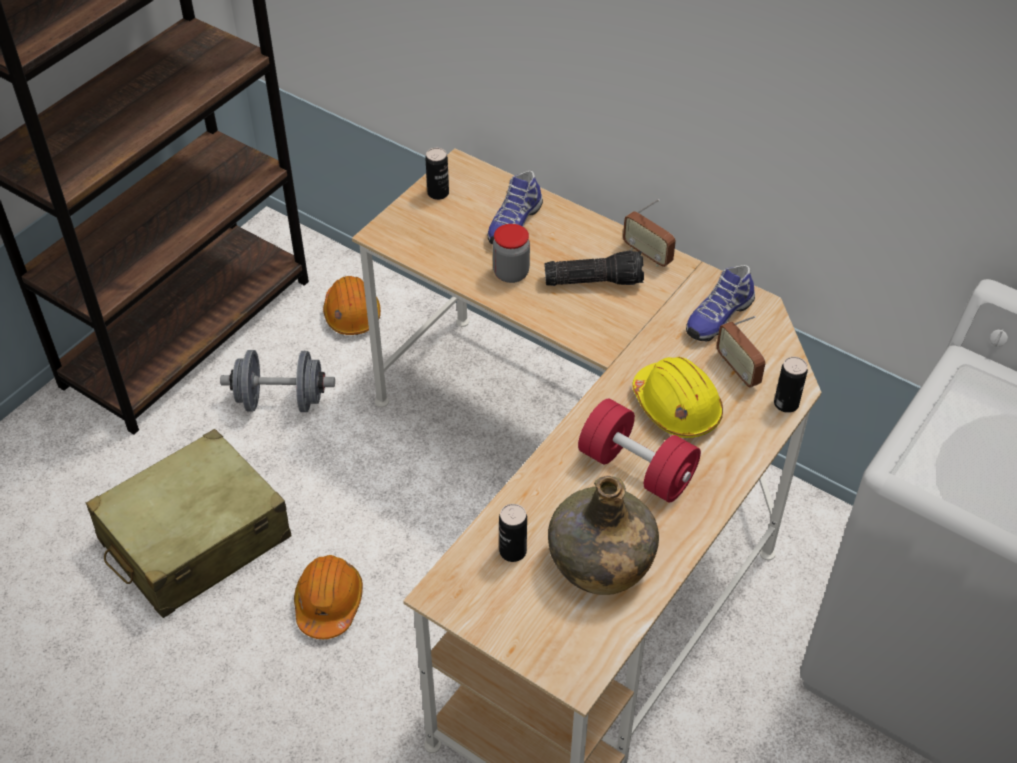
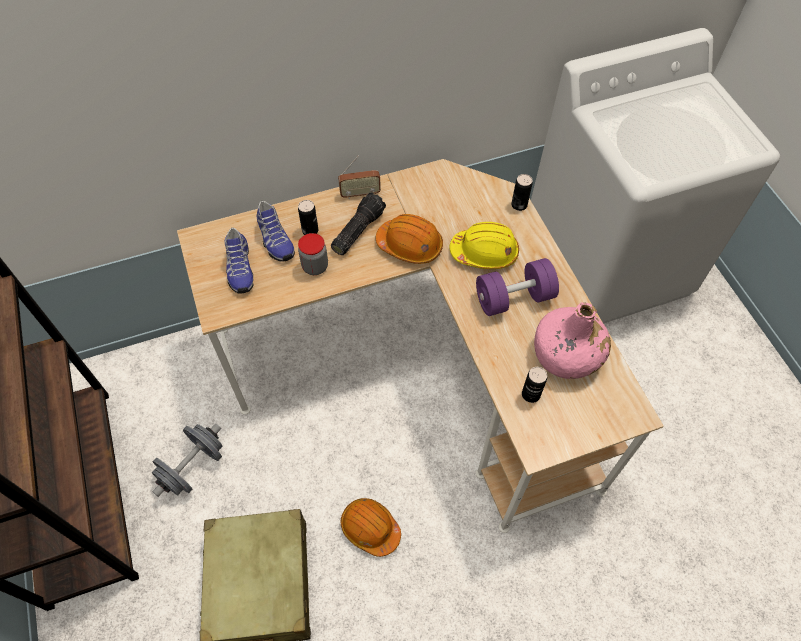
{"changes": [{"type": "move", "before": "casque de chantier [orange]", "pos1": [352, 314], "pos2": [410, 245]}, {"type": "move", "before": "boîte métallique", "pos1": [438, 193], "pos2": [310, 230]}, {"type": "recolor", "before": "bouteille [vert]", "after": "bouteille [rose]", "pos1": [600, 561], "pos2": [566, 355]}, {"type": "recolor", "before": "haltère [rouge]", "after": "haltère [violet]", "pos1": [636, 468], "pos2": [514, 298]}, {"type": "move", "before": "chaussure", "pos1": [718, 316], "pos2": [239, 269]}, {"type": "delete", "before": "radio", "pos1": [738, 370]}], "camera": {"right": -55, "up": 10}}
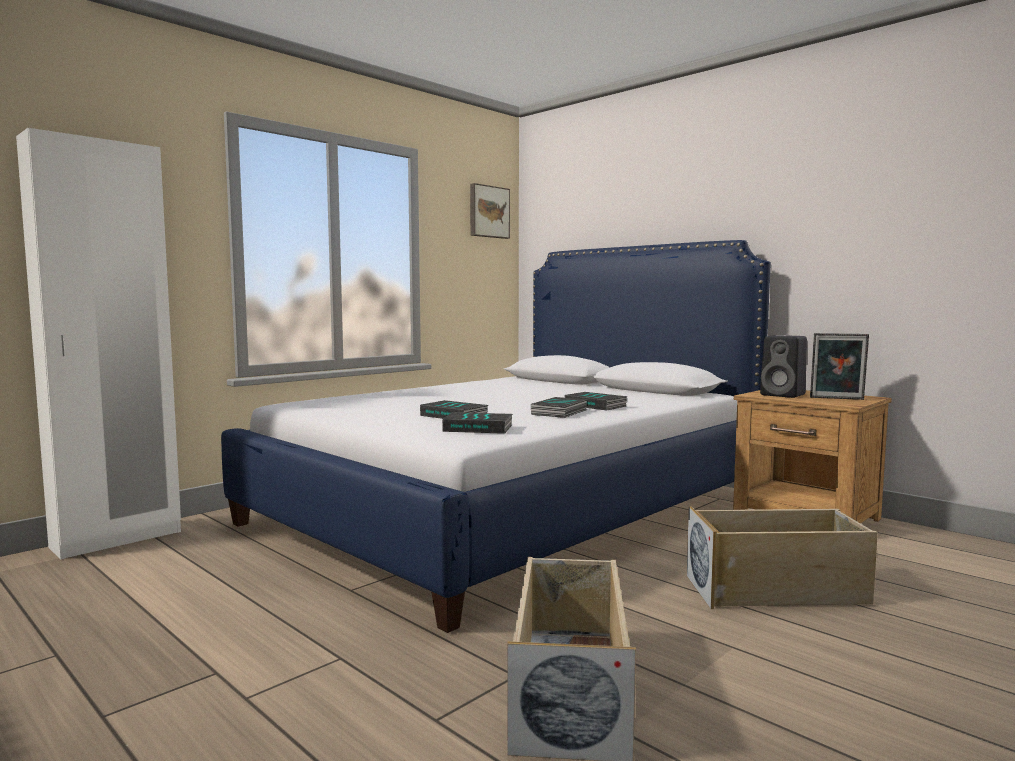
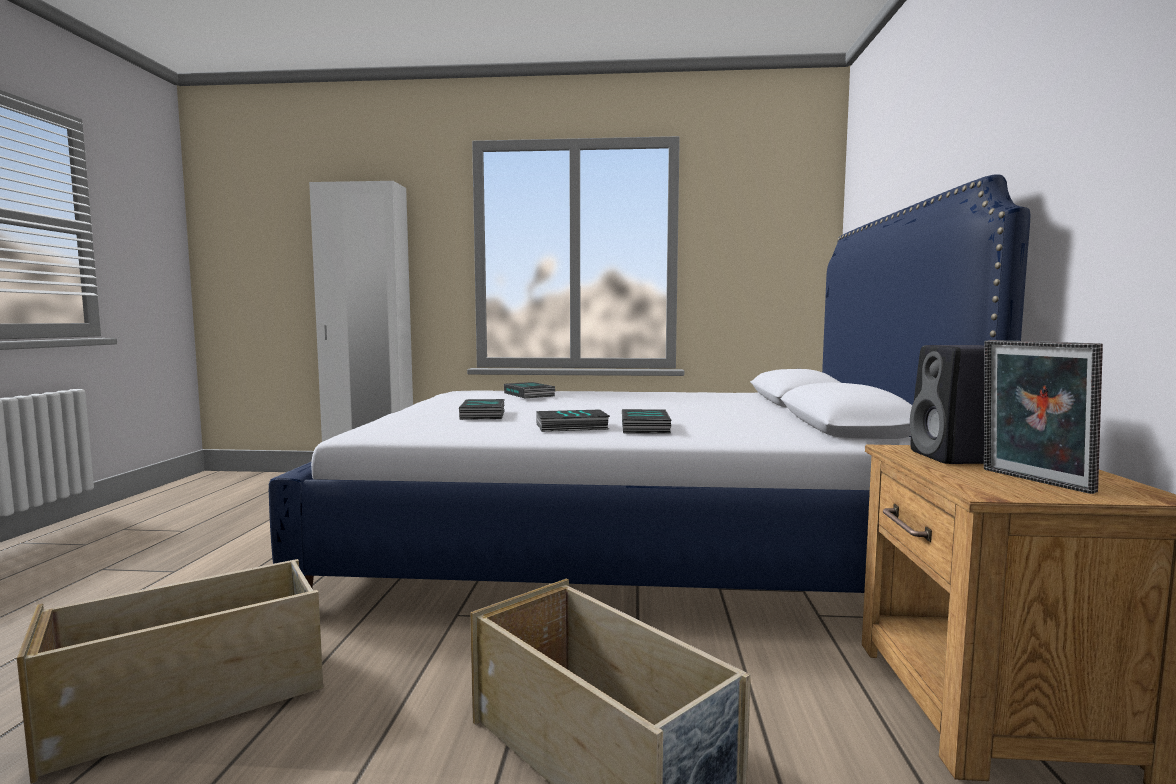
{"changes": [{"type": "move", "before": "livre", "pos1": [479, 428], "pos2": [530, 394]}, {"type": "delete", "before": "tableau", "pos1": [488, 212]}], "camera": {"right": 50, "up": 0}}
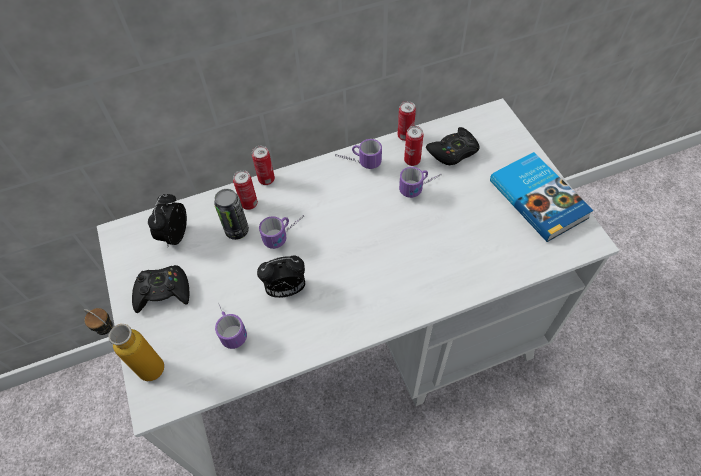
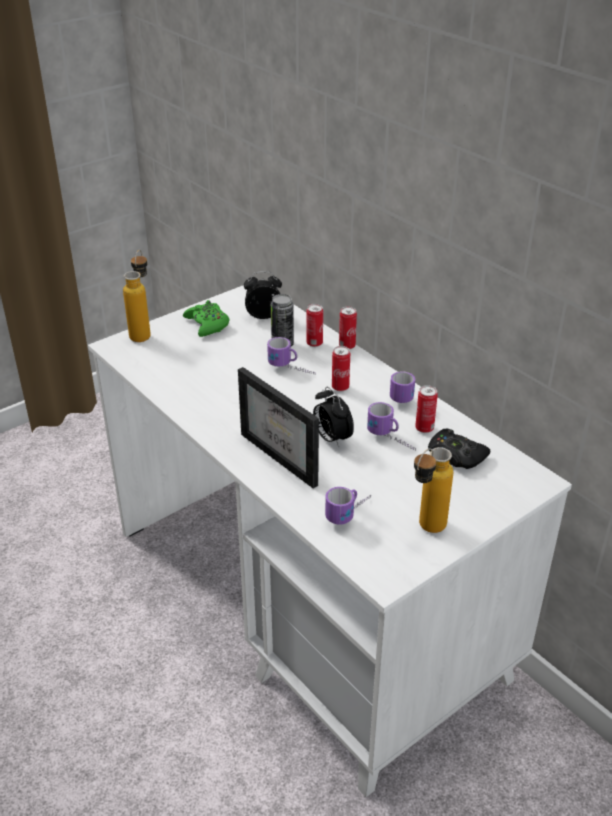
{"changes": [{"type": "recolor", "before": "manette [noir]", "after": "manette [vert]", "pos1": [163, 292], "pos2": [207, 324]}, {"type": "move", "before": "mug", "pos1": [229, 326], "pos2": [350, 513]}, {"type": "move", "before": "réveil", "pos1": [286, 289], "pos2": [331, 438]}, {"type": "move", "before": "boîte métallique", "pos1": [405, 136], "pos2": [340, 387]}, {"type": "replace", "before": "livre", "after": "bouteille", "pos1": [539, 198], "pos2": [425, 530]}, {"type": "insert", "after": "cadre photo", "pos2": [288, 455]}], "camera": {"right": 70, "up": -20}}
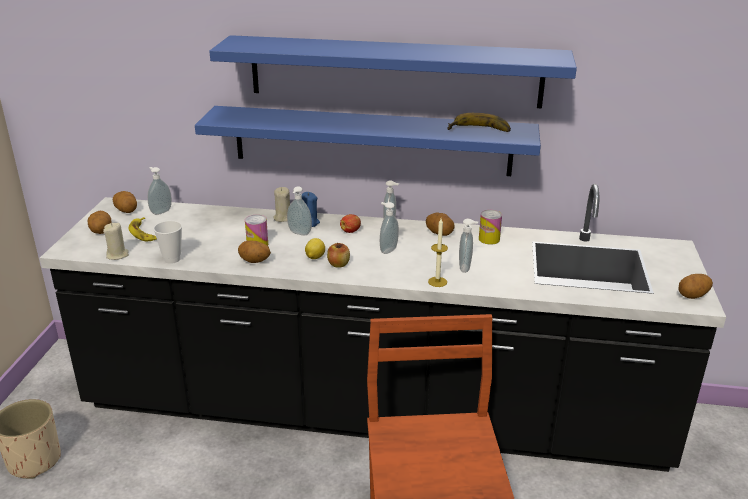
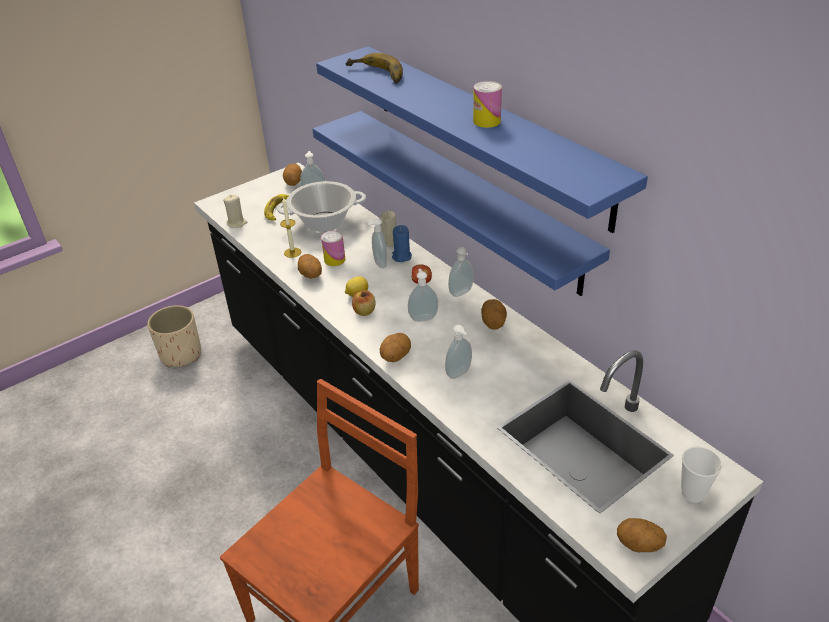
{"changes": [{"type": "move", "before": "pomme de terre", "pos1": [101, 232], "pos2": [395, 357]}, {"type": "move", "before": "tasse", "pos1": [172, 259], "pos2": [692, 493]}, {"type": "move", "before": "bougie", "pos1": [437, 282], "pos2": [292, 252]}, {"type": "move", "before": "banane", "pos1": [479, 131], "pos2": [375, 75]}, {"type": "move", "before": "boîte métallique", "pos1": [489, 239], "pos2": [487, 121]}, {"type": "insert", "after": "marmite", "pos2": [324, 222]}], "camera": {"right": 45, "up": 10}}
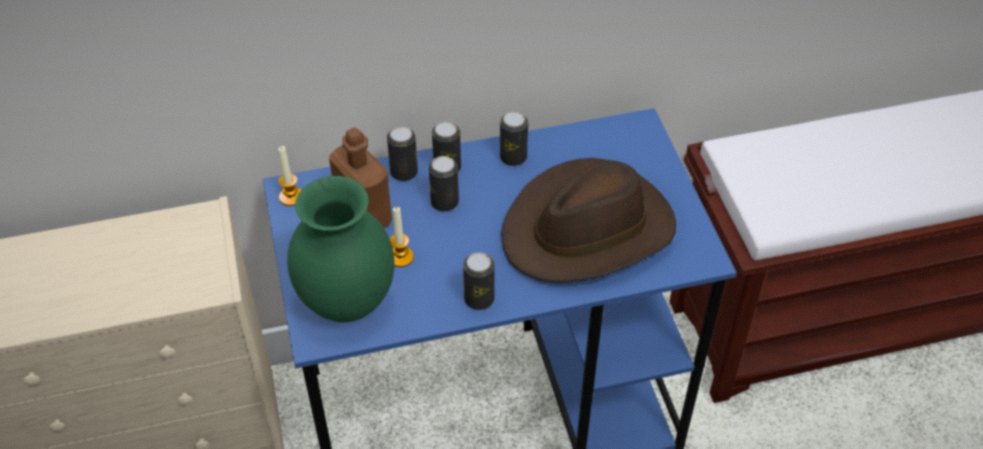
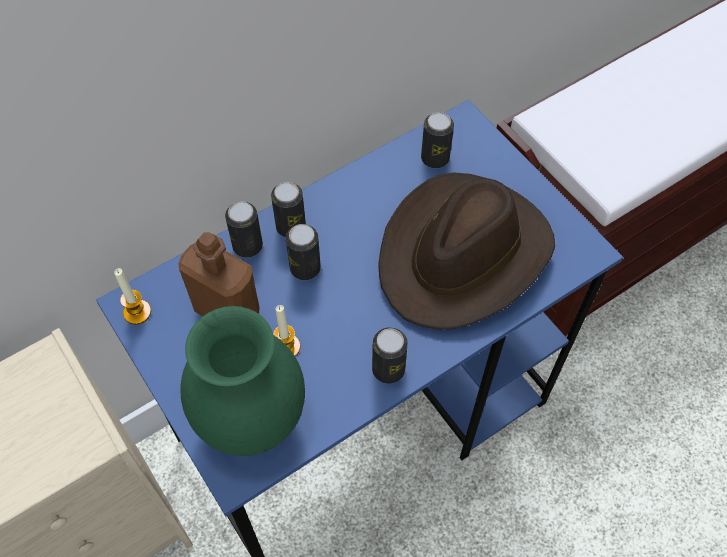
{"changes": [{"type": "move", "before": "boîte métallique", "pos1": [513, 157], "pos2": [435, 158]}], "camera": {"right": -20, "up": 10}}
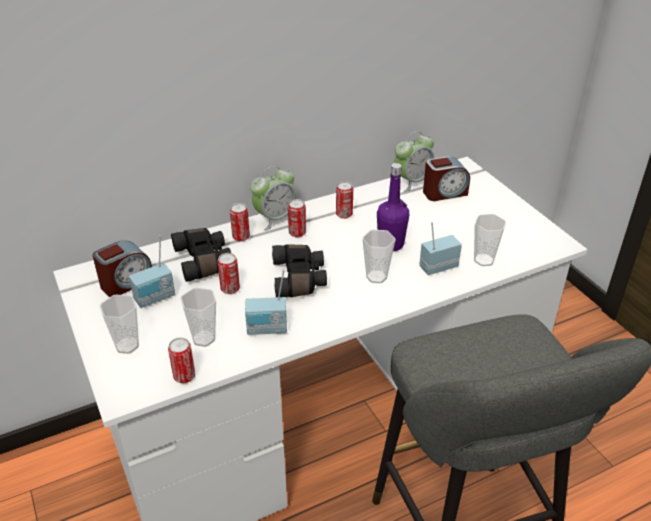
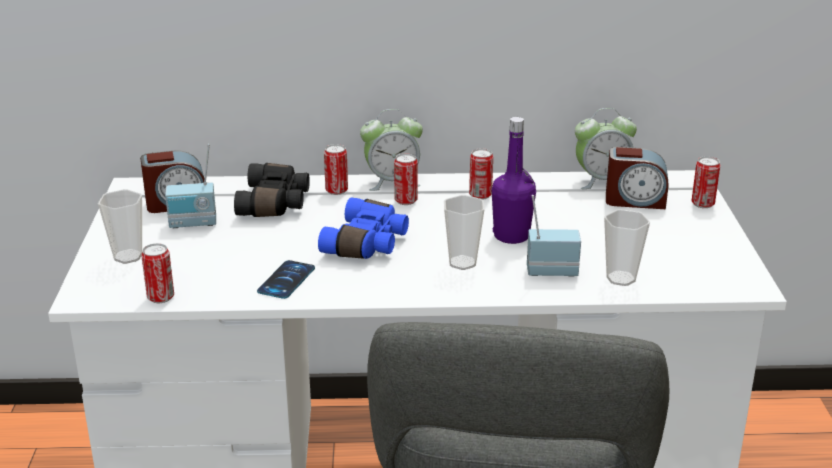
{"changes": [{"type": "delete", "before": "tasse", "pos1": [203, 338]}, {"type": "move", "before": "boîte métallique", "pos1": [230, 289], "pos2": [702, 204]}, {"type": "replace", "before": "radio", "after": "téléphone", "pos1": [267, 330], "pos2": [286, 280]}, {"type": "recolor", "before": "jumelles [noir]", "after": "jumelles [bleu]", "pos1": [300, 279], "pos2": [368, 243]}], "camera": {"right": 25, "up": -10}}
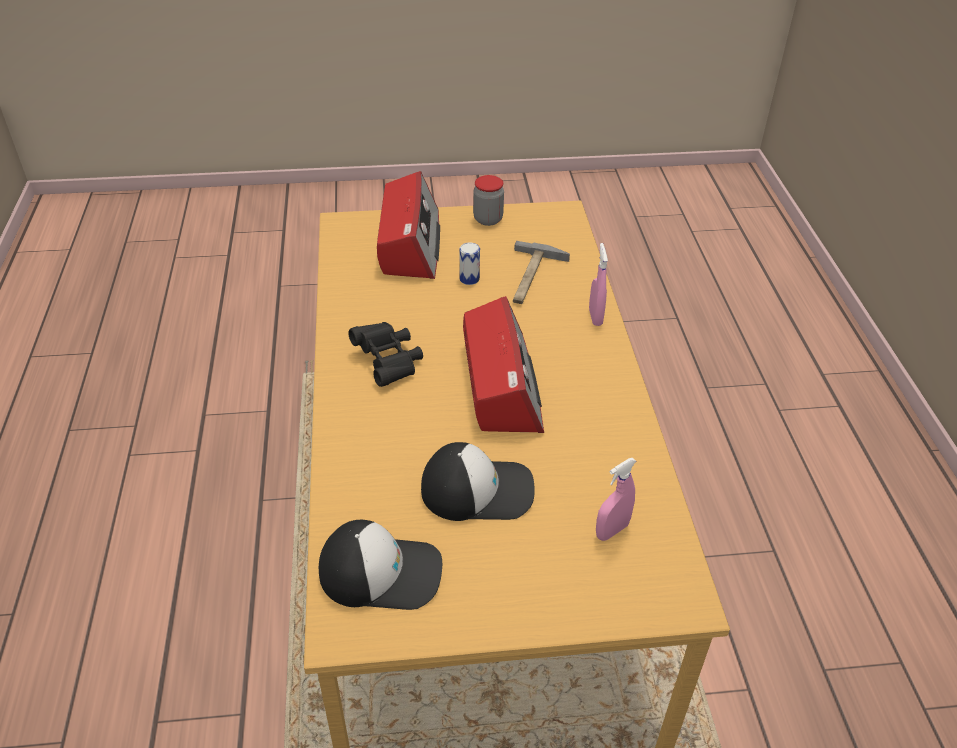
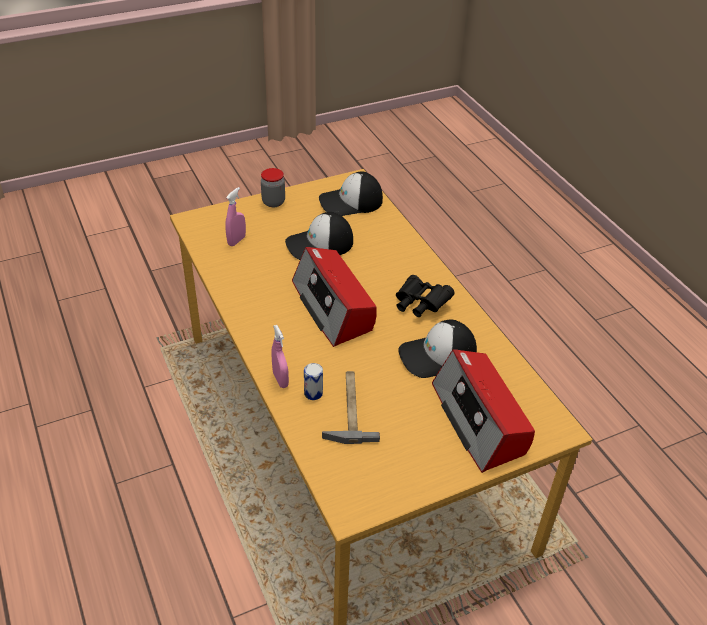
{"changes": [{"type": "move", "before": "boîte métallique", "pos1": [469, 279], "pos2": [313, 393]}, {"type": "move", "before": "bocal", "pos1": [488, 219], "pos2": [273, 202]}, {"type": "insert", "after": "casquette", "pos2": [437, 356]}], "camera": {"right": 160, "up": 0}}
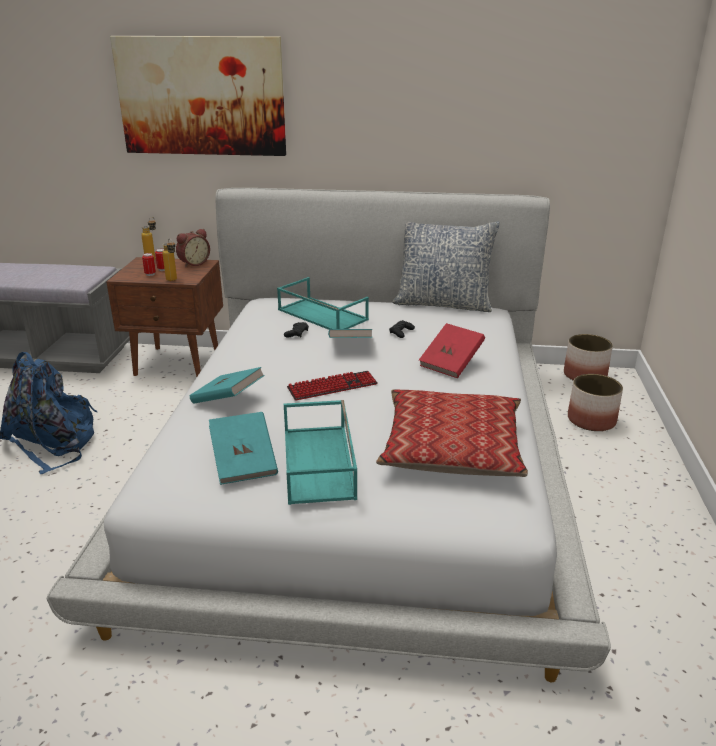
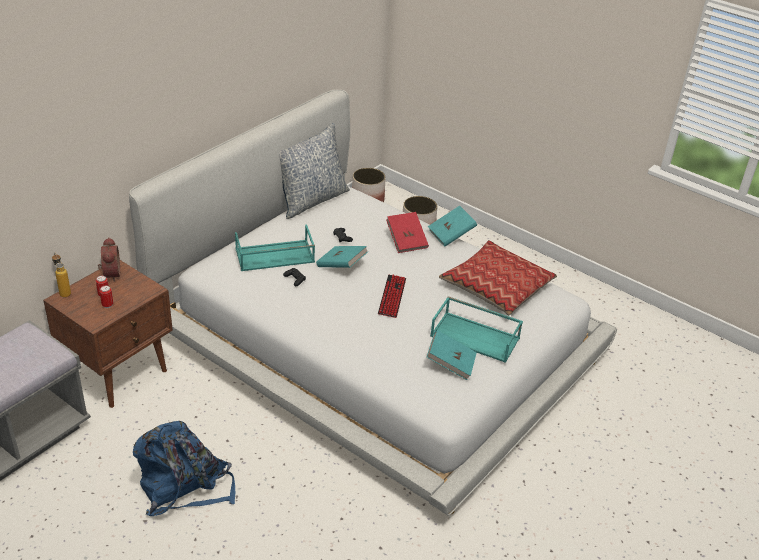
{"changes": [{"type": "delete", "before": "tableau", "pos1": [201, 96]}, {"type": "delete", "before": "bouteille", "pos1": [173, 280]}, {"type": "move", "before": "livre [turquoise]", "pos1": [228, 400], "pos2": [451, 235]}], "camera": {"right": -60, "up": 10}}
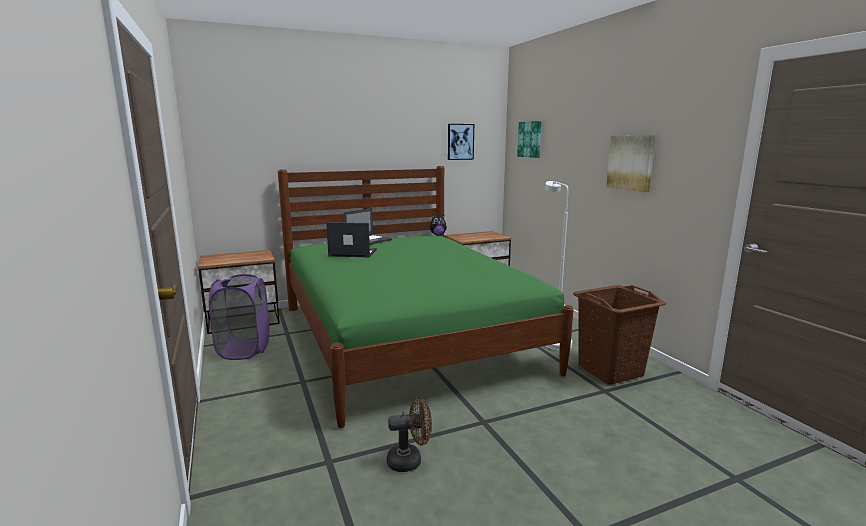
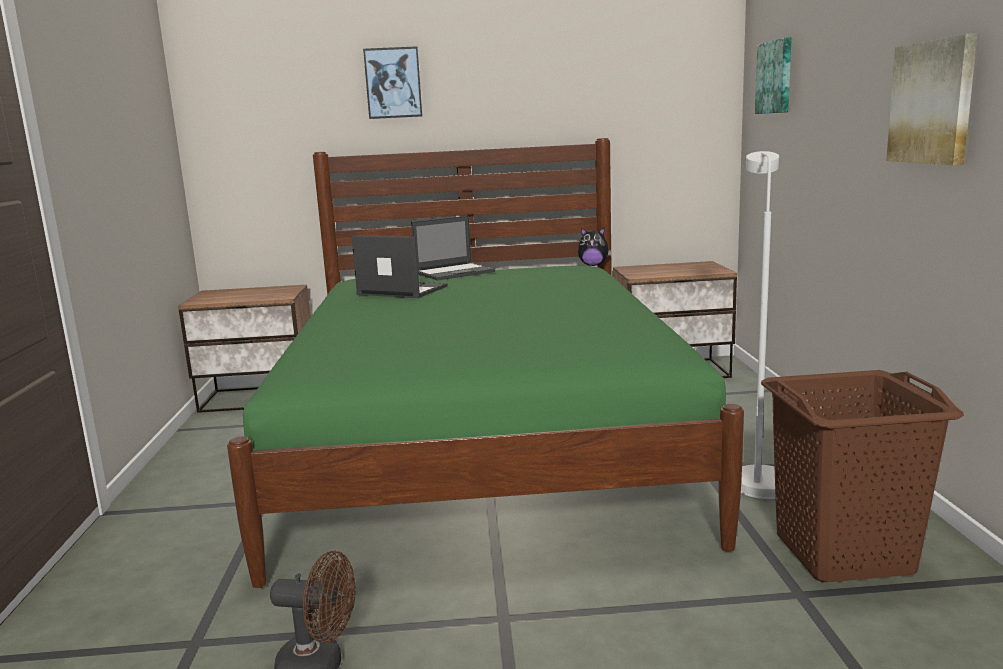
{"changes": [{"type": "delete", "before": "panier à linge [violet]", "pos1": [244, 350]}, {"type": "move", "before": "tableau", "pos1": [460, 141], "pos2": [393, 83]}], "camera": {"right": 20, "up": 0}}
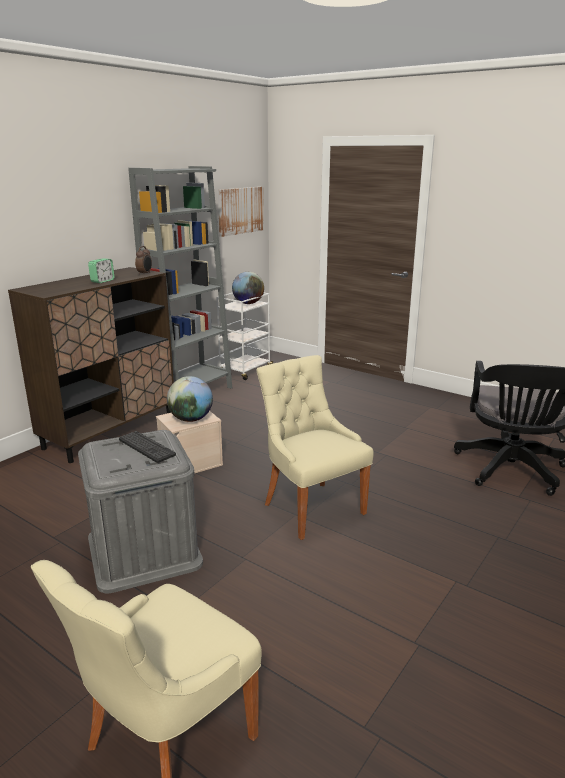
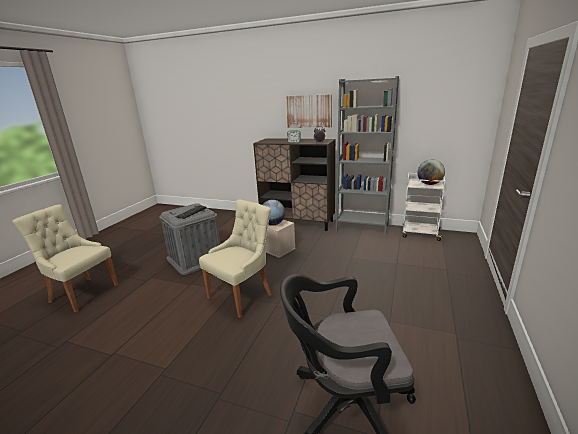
{"changes": [{"type": "move", "before": "tableau", "pos1": [240, 210], "pos2": [309, 111]}], "camera": {"right": 75, "up": 0}}
